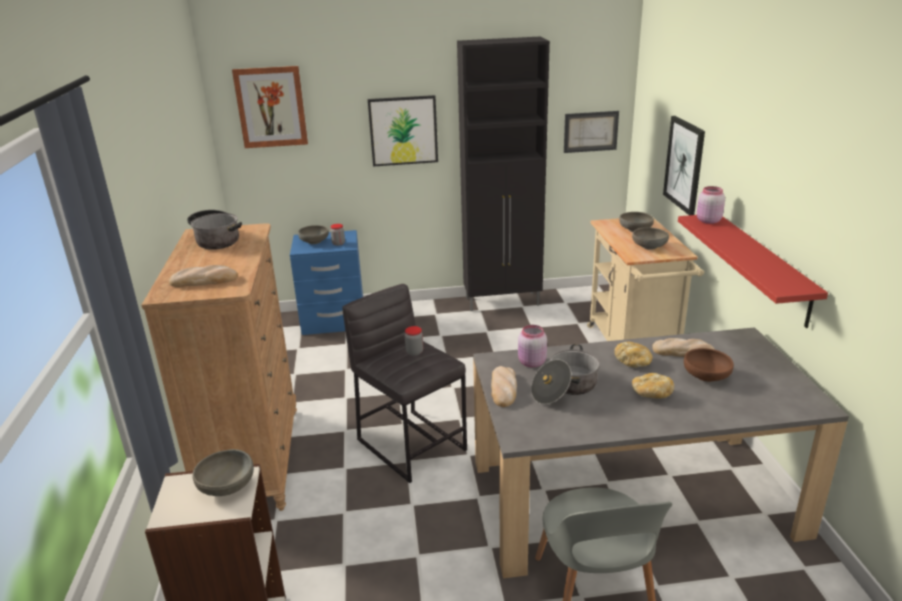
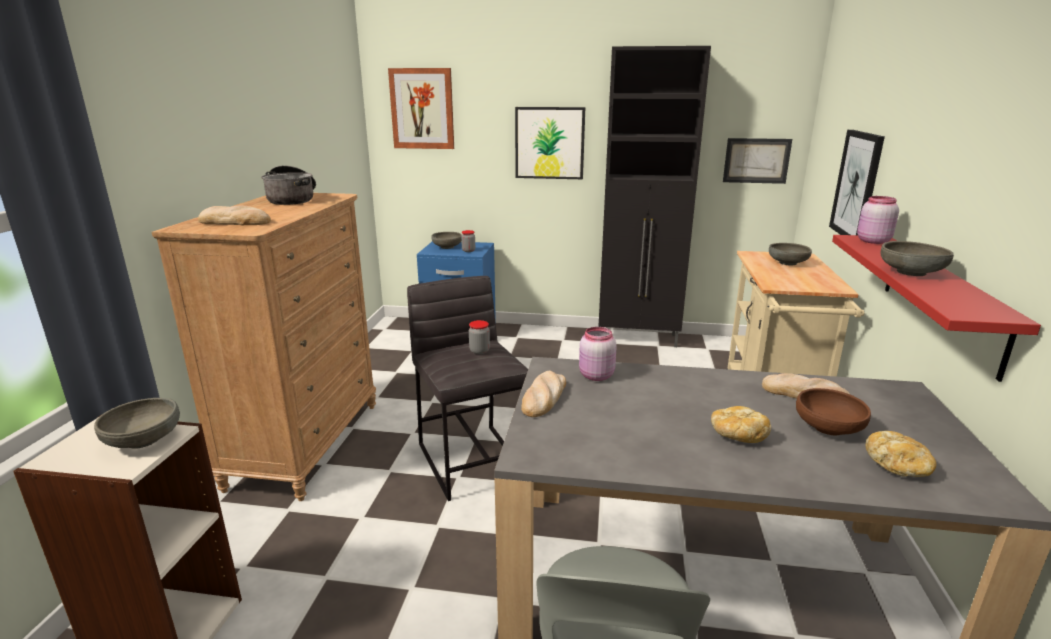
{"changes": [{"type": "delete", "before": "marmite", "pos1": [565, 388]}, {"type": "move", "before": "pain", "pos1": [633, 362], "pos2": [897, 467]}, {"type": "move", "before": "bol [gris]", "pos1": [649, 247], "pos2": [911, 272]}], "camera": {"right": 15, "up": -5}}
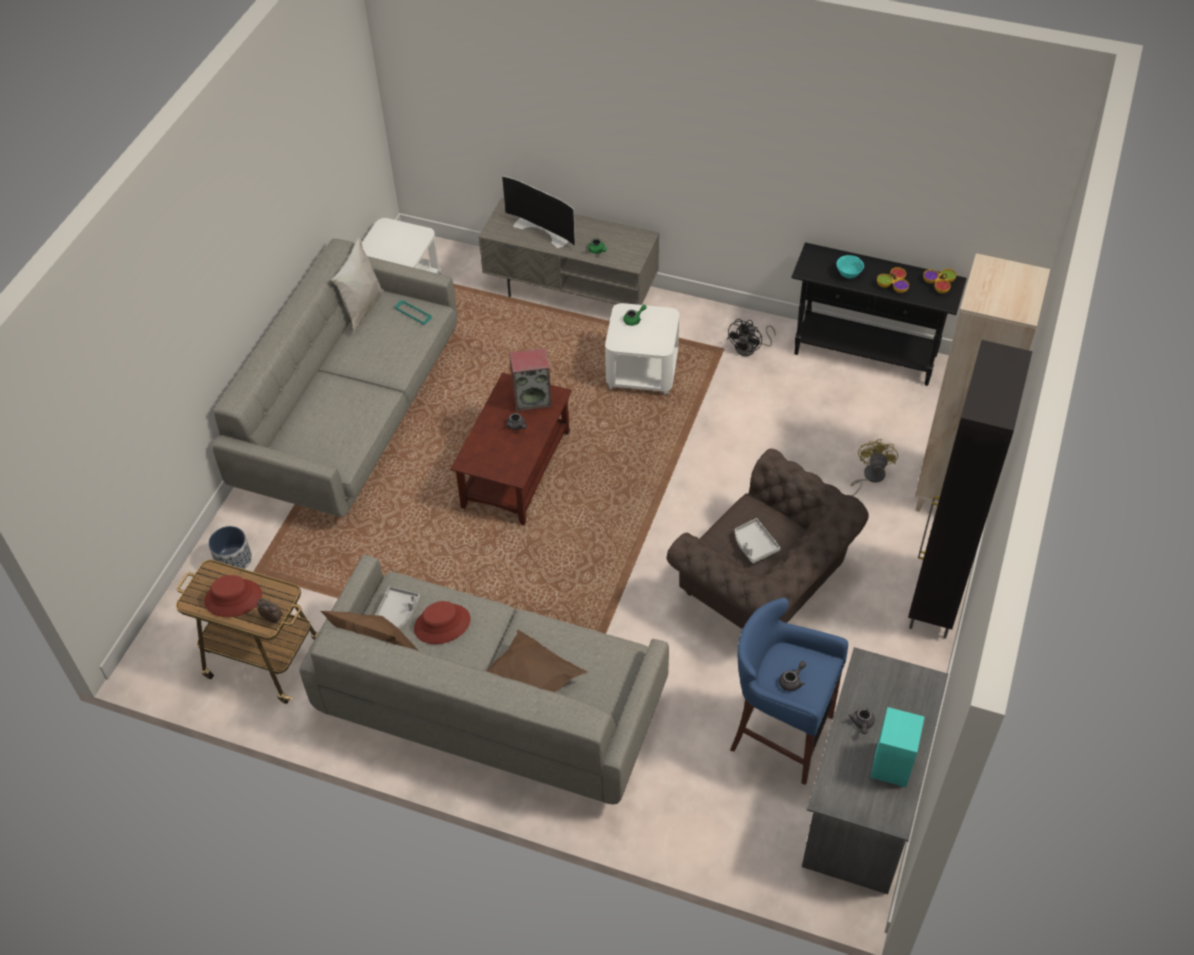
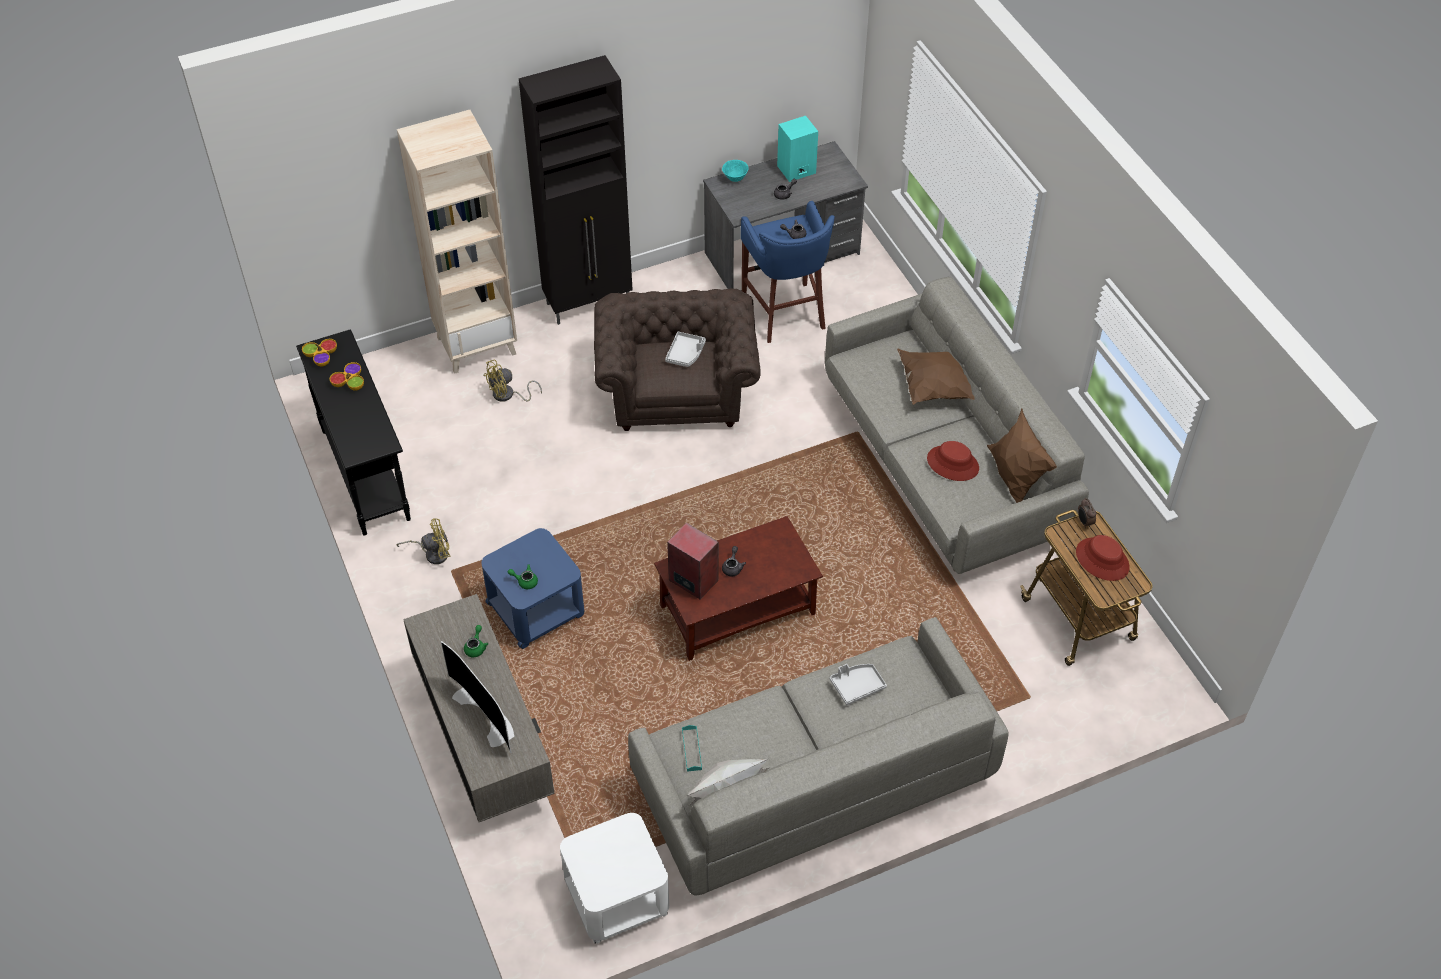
{"changes": [{"type": "delete", "before": "cache-pot", "pos1": [233, 560]}, {"type": "move", "before": "plateau [gris]", "pos1": [397, 612], "pos2": [857, 686]}, {"type": "rotate", "before": "téléviseur", "pos1": [544, 230], "pos2": [486, 713], "turn": 150}, {"type": "recolor", "before": "table d'appoint [blanc]", "after": "table d'appoint [bleu]", "pos1": [642, 371], "pos2": [536, 608]}, {"type": "recolor", "before": "ventilateur [noir]", "after": "ventilateur [jaune]", "pos1": [750, 348], "pos2": [433, 553]}, {"type": "move", "before": "bol [turquoise]", "pos1": [848, 274], "pos2": [735, 178]}], "camera": {"right": -135, "up": 0}}
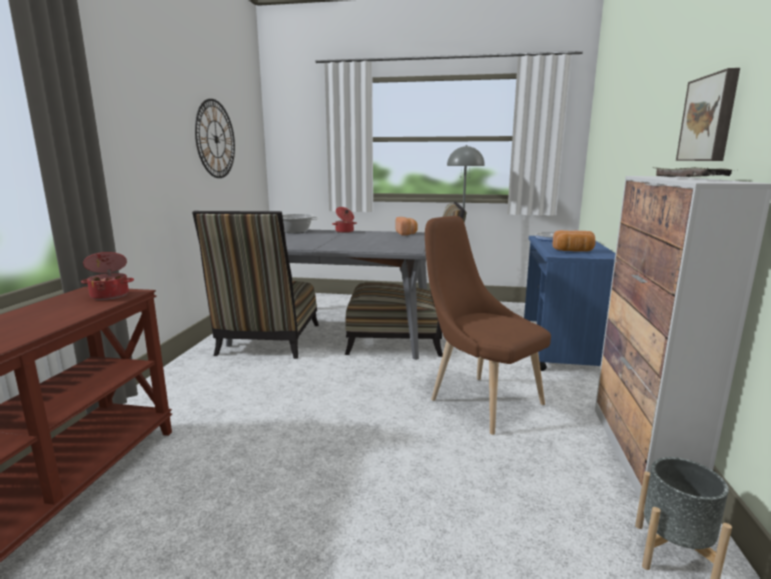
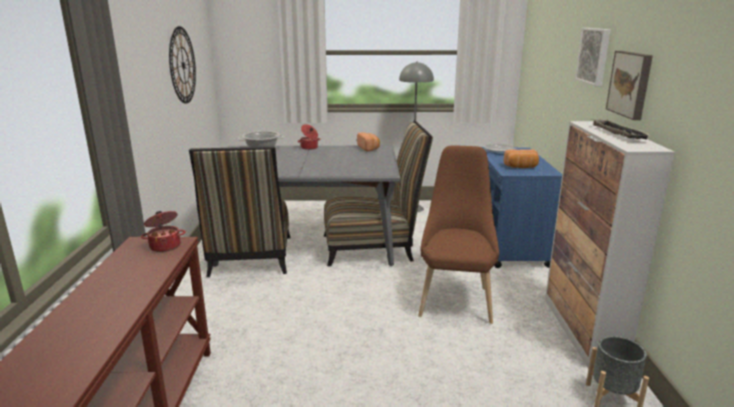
{"changes": [{"type": "rotate", "before": "chaise [marron]", "pos1": [479, 400], "pos2": [455, 299], "turn": 60}, {"type": "insert", "after": "tableau", "pos2": [594, 56]}], "camera": {"right": -10, "up": 5}}
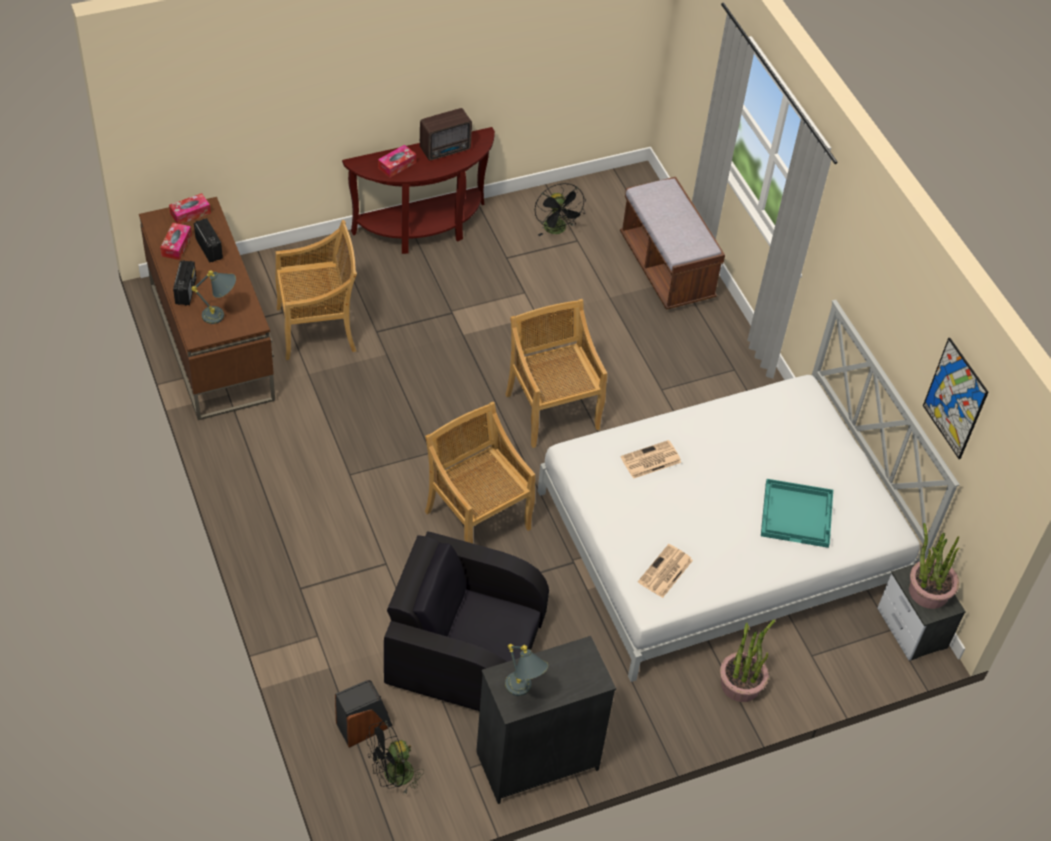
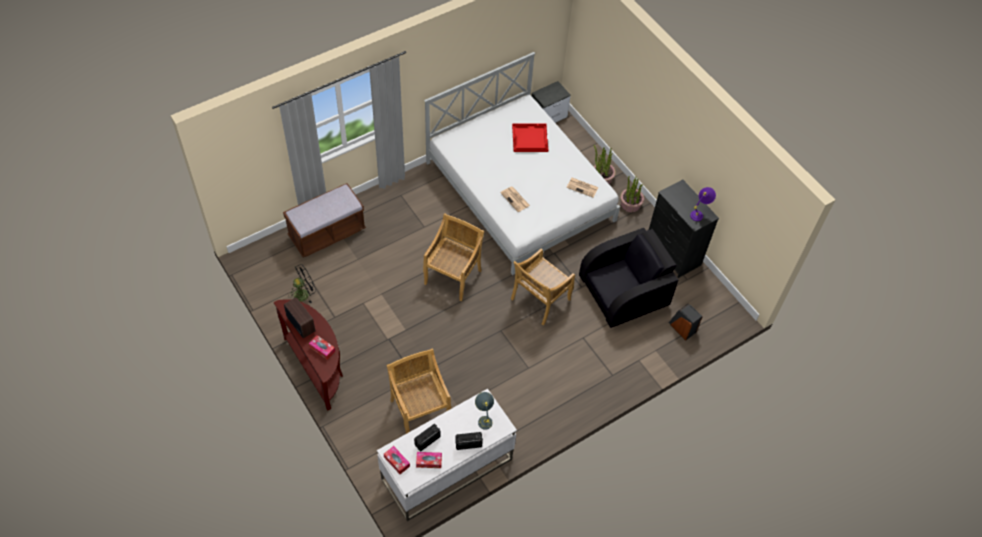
{"changes": [{"type": "recolor", "before": "bureau [marron]", "after": "bureau [blanc]", "pos1": [211, 342], "pos2": [446, 469]}, {"type": "delete", "before": "ventilateur [noir]", "pos1": [392, 776]}, {"type": "rotate", "before": "fauteuil [noir]", "pos1": [464, 651], "pos2": [624, 292], "turn": -120}, {"type": "rotate", "before": "chaise [beige]", "pos1": [552, 410], "pos2": [453, 276], "turn": 150}, {"type": "recolor", "before": "lampe de table [gris]", "after": "lampe de table [violet]", "pos1": [523, 692], "pos2": [699, 213]}, {"type": "recolor", "before": "plateau [turquoise]", "after": "plateau [rouge]", "pos1": [797, 514], "pos2": [529, 138]}, {"type": "move", "before": "plante en pot", "pos1": [928, 591], "pos2": [630, 204]}, {"type": "delete", "before": "tableau", "pos1": [955, 398]}], "camera": {"right": -100, "up": 5}}
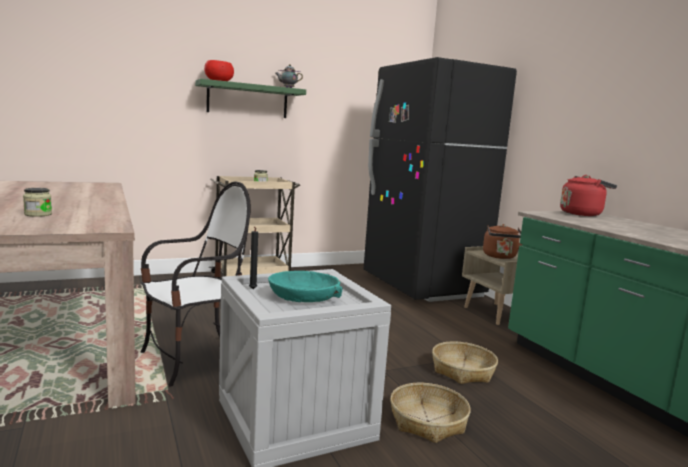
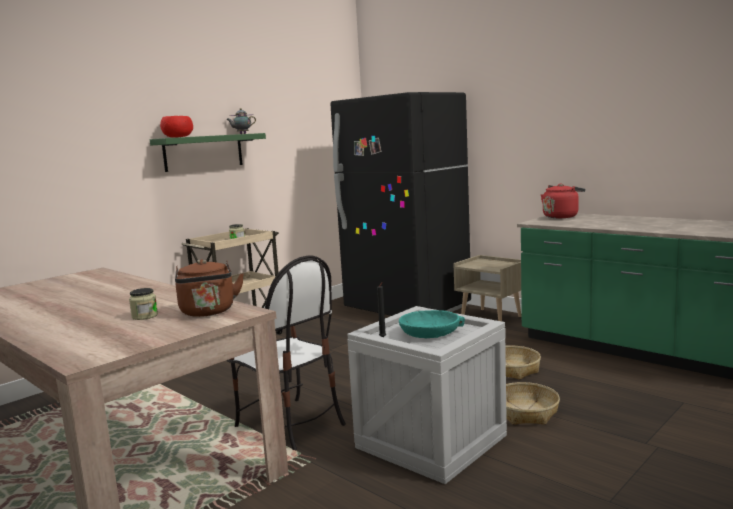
{"changes": [{"type": "rotate", "before": "chaise", "pos1": [195, 359], "pos2": [290, 424], "turn": 105}, {"type": "move", "before": "bouilloire [marron]", "pos1": [500, 257], "pos2": [208, 312]}], "camera": {"right": -20, "up": 0}}
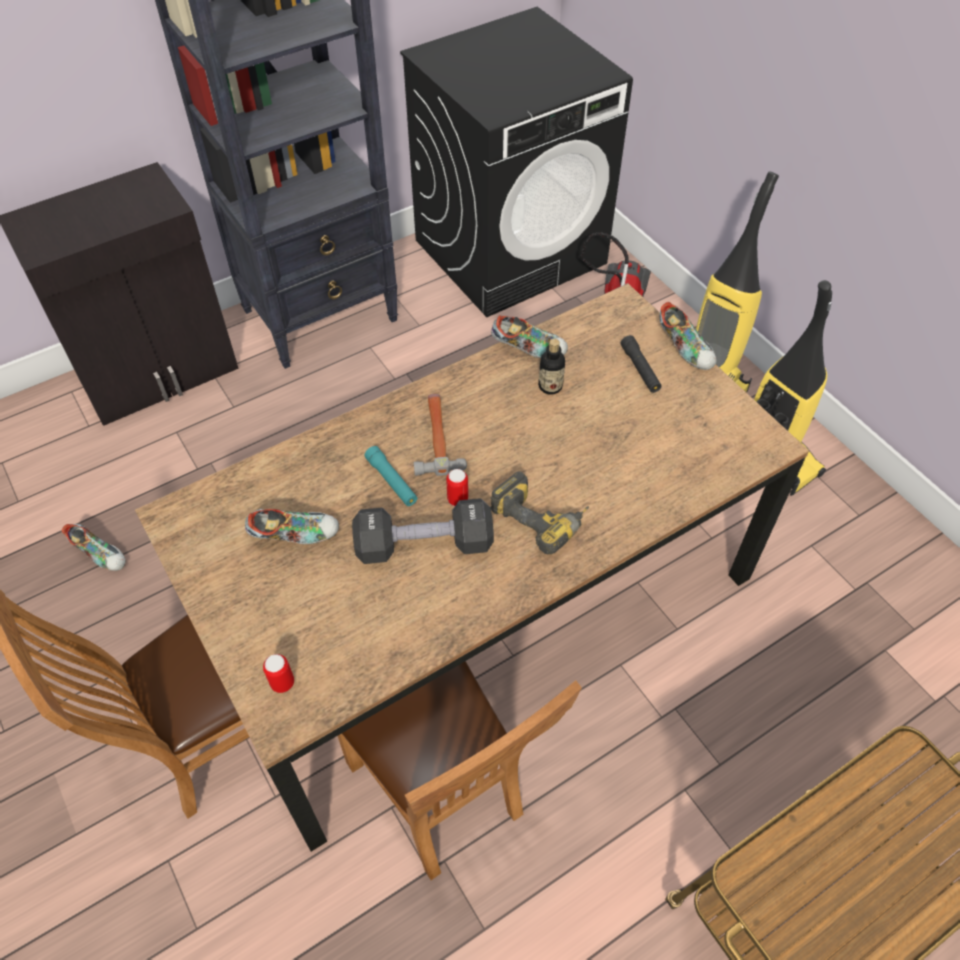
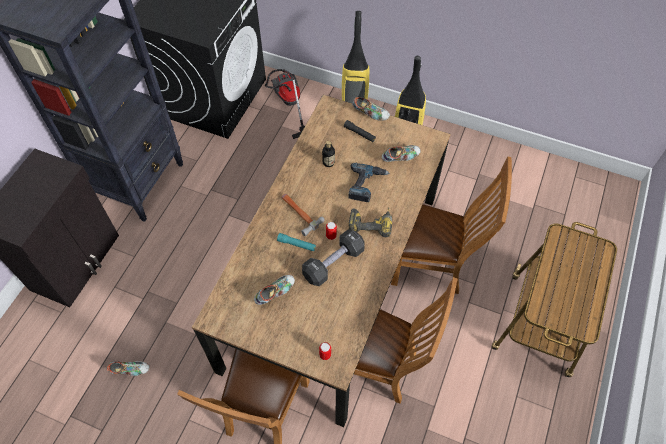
{"changes": [{"type": "move", "before": "chaussure", "pos1": [528, 348], "pos2": [400, 157]}, {"type": "insert", "after": "perceuse", "pos2": [366, 185]}, {"type": "insert", "after": "chaise [marron]", "pos2": [433, 266]}], "camera": {"right": -35, "up": 5}}
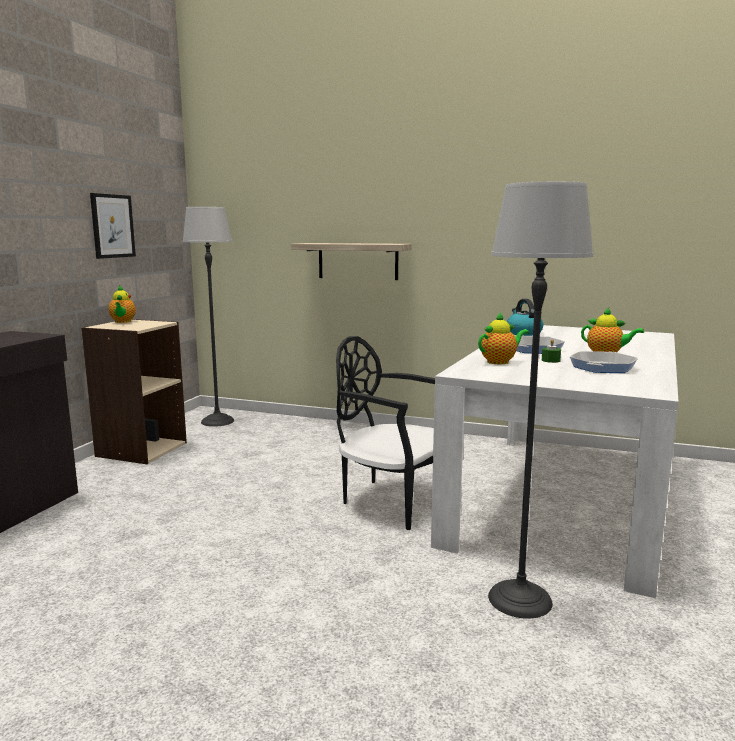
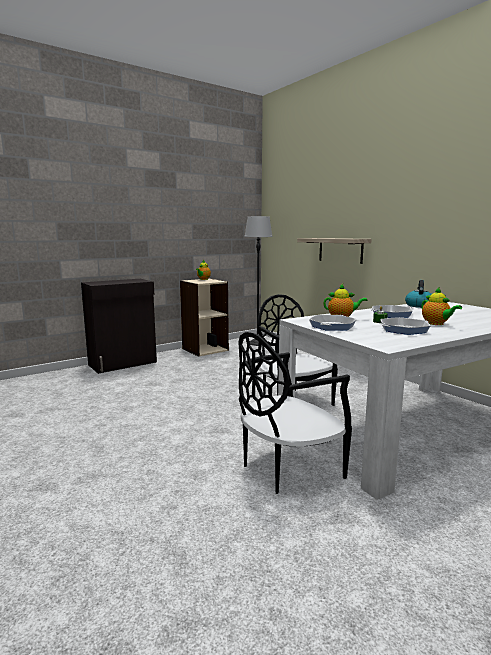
{"changes": [{"type": "delete", "before": "tableau", "pos1": [112, 226]}, {"type": "replace", "before": "lampadaire", "after": "chaise [noir]", "pos1": [519, 599], "pos2": [287, 468]}, {"type": "insert", "after": "poêle", "pos2": [332, 326]}], "camera": {"right": 35, "up": 0}}
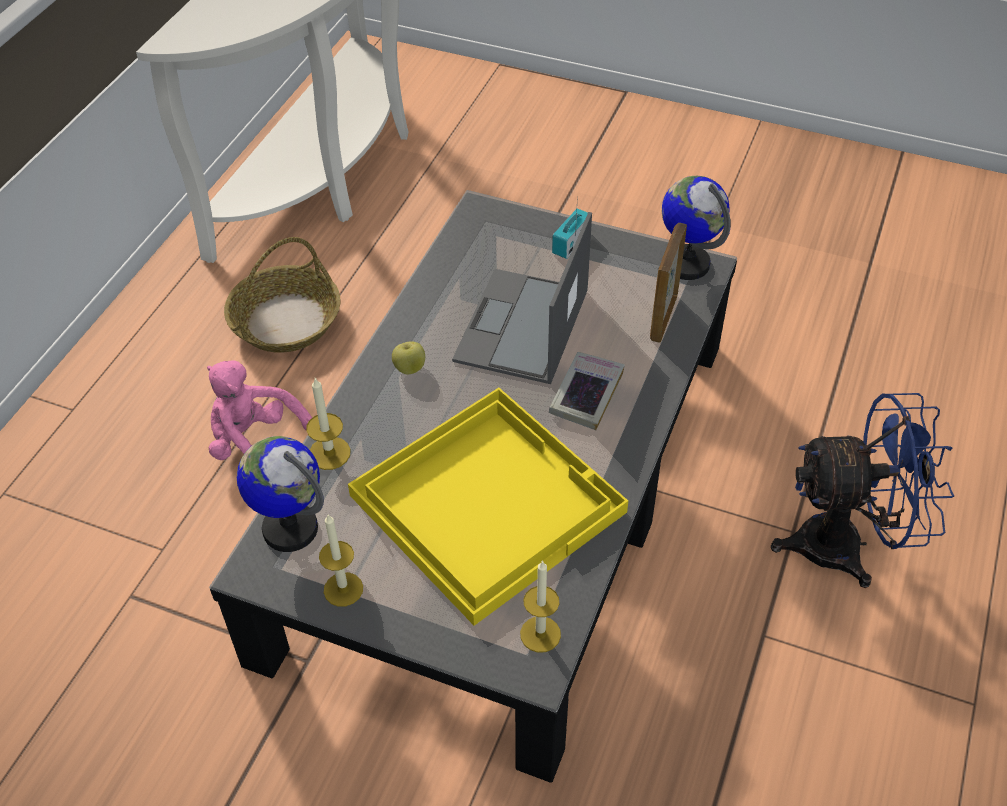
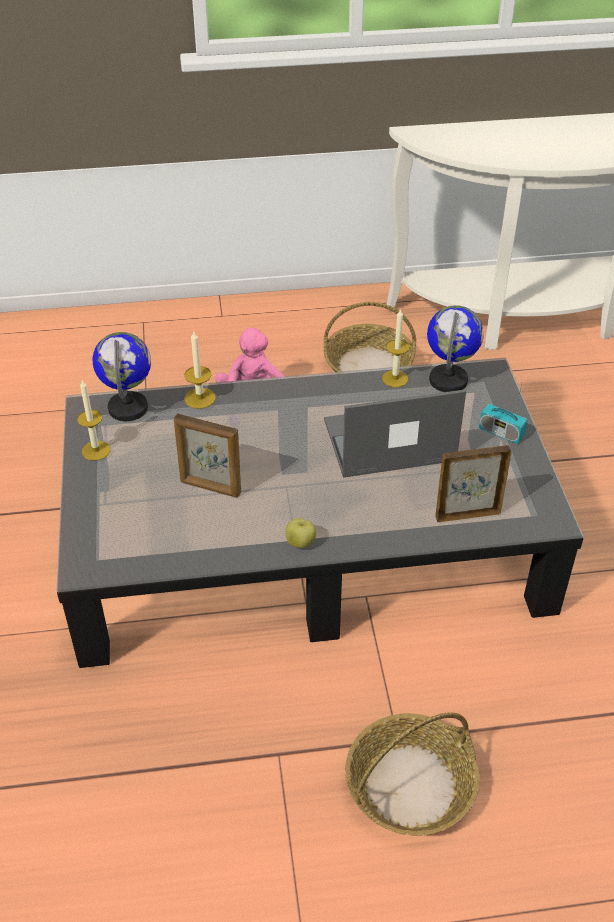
{"changes": [{"type": "replace", "before": "plateau [jaune]", "after": "cadre photo", "pos1": [487, 501], "pos2": [210, 487]}, {"type": "move", "before": "pomme", "pos1": [409, 368], "pos2": [300, 543]}, {"type": "move", "before": "bougie", "pos1": [540, 634], "pos2": [395, 378]}, {"type": "delete", "before": "livre", "pos1": [586, 394]}, {"type": "rotate", "before": "radio", "pos1": [571, 243], "pos2": [501, 432], "turn": -150}, {"type": "move", "before": "globe", "pos1": [686, 264], "pos2": [449, 380]}, {"type": "replace", "before": "ventilateur [bleu]", "after": "panier", "pos1": [846, 545], "pos2": [410, 784]}], "camera": {"right": 60, "up": -5}}
